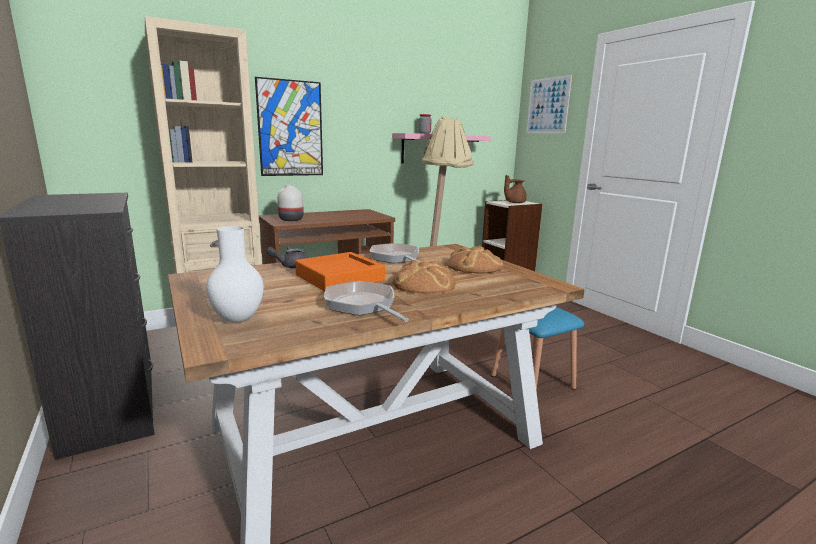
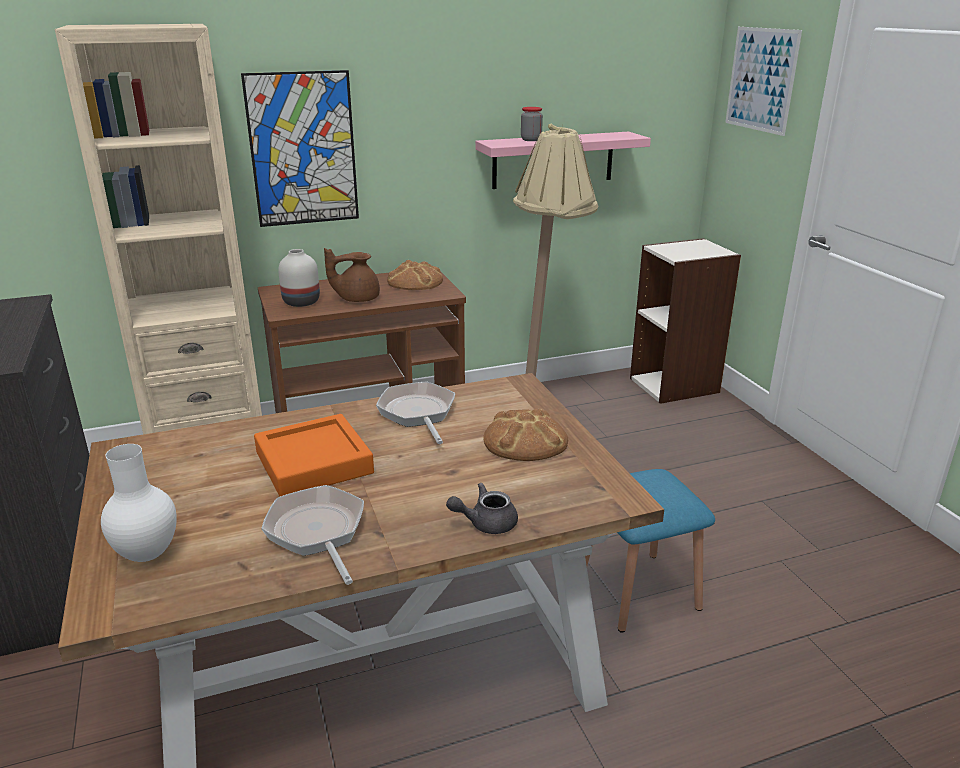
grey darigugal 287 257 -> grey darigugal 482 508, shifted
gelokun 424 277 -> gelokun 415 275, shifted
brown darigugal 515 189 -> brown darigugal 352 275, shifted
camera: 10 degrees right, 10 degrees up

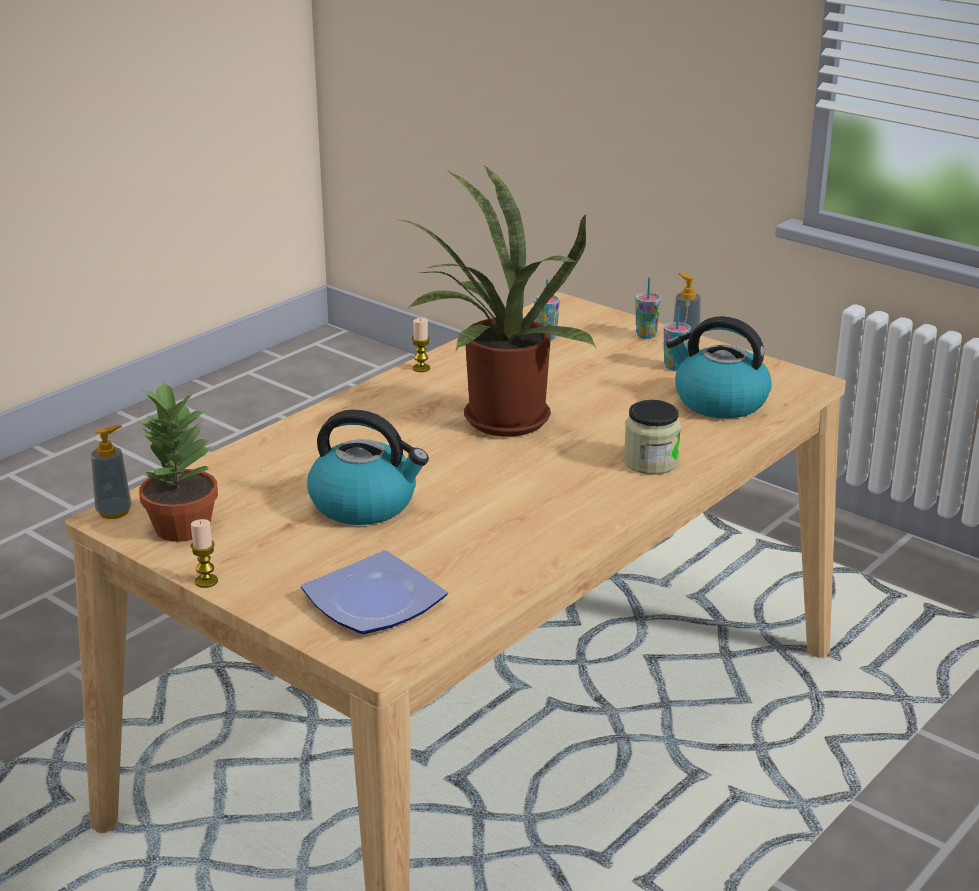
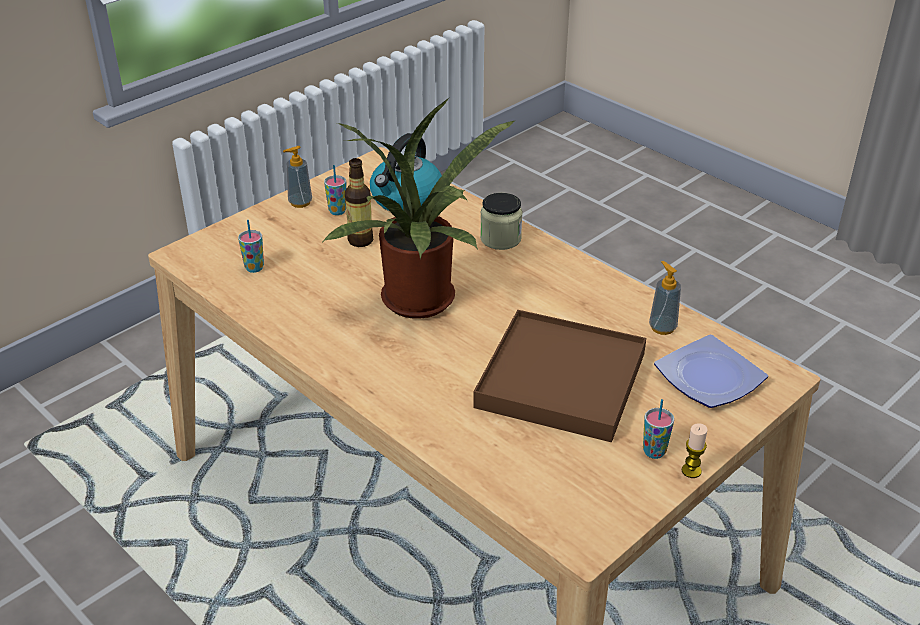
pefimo 177 461 -> none
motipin 421 345 -> none
none -> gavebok 359 202
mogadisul 111 472 -> mogadisul 665 298, shifted
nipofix 648 308 -> nipofix 658 429, shifted
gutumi 368 467 -> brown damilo 559 376
camera: 85 degrees left, 10 degrees up

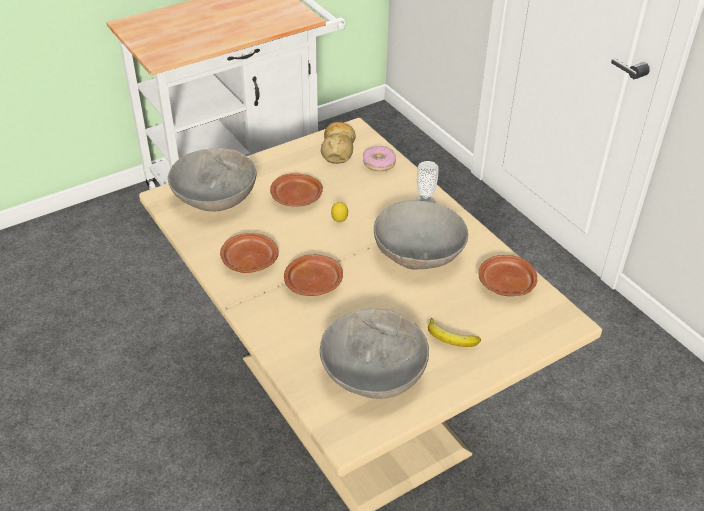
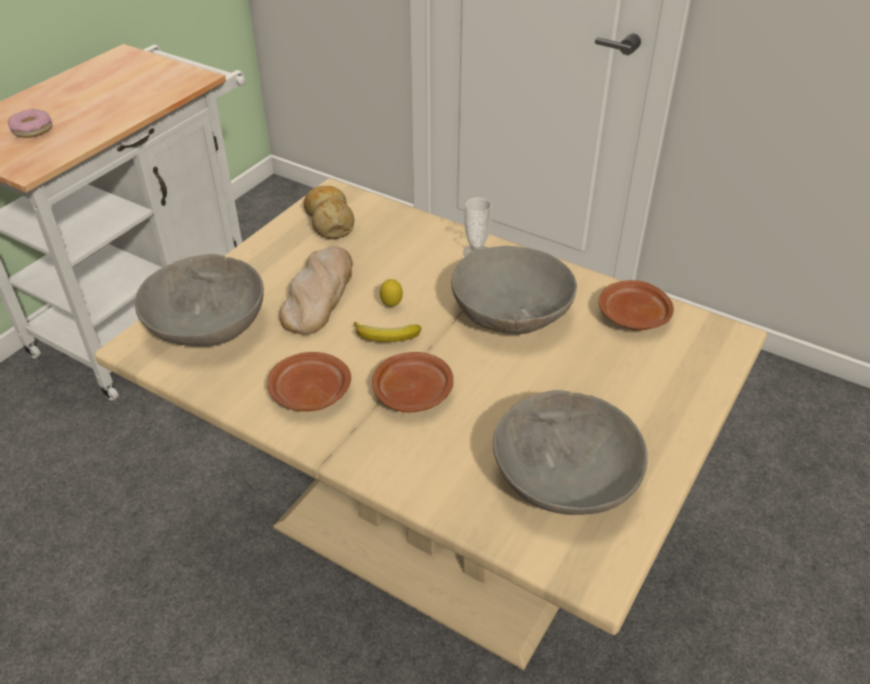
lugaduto 379 158 -> lugaduto 30 123, shifted
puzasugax 454 332 -> puzasugax 387 332, shifted
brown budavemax 296 190 -> gelokun 316 290
camera: 25 degrees left, 0 degrees up

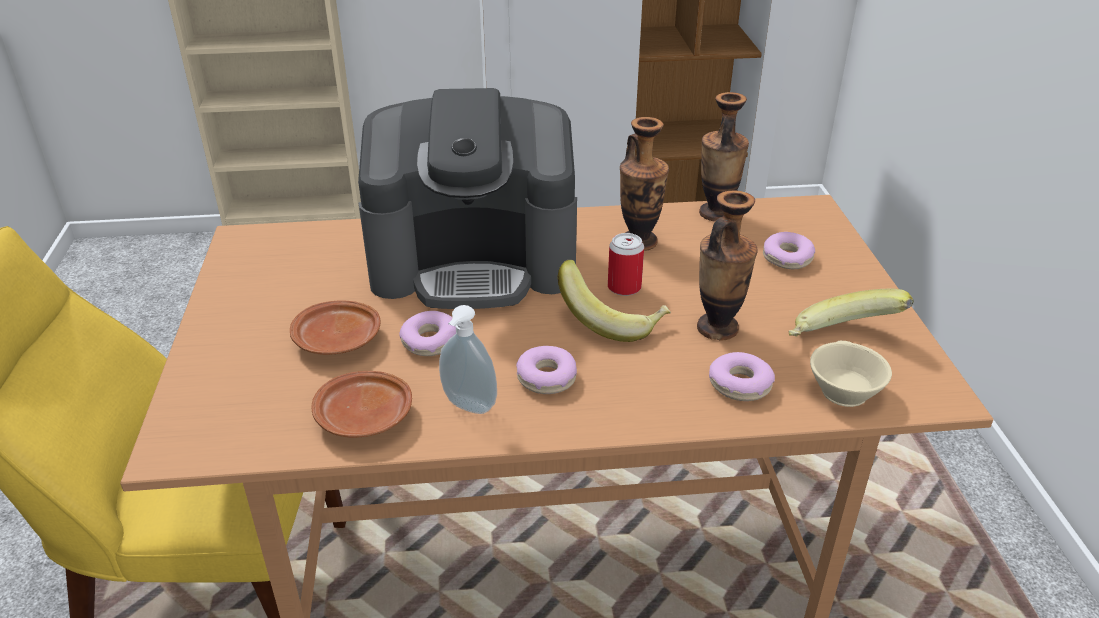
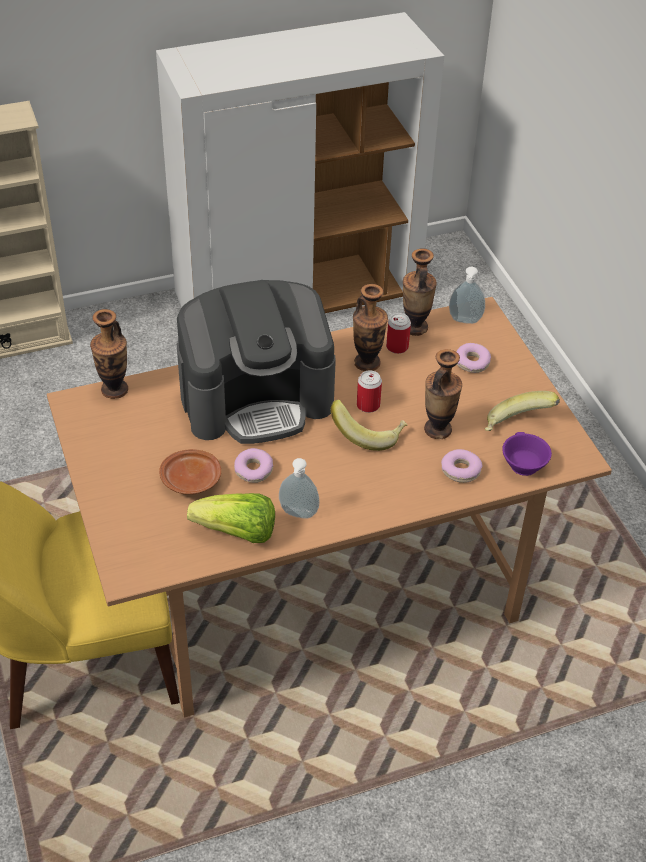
lugaduto 546 370 -> none
none -> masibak 109 354
none -> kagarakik 398 333
none -> mogadisul 467 295
brown budavemax 362 404 -> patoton 231 518
beige nipofix 851 374 -> purple nipofix 527 454
camera: 15 degrees left, 10 degrees up

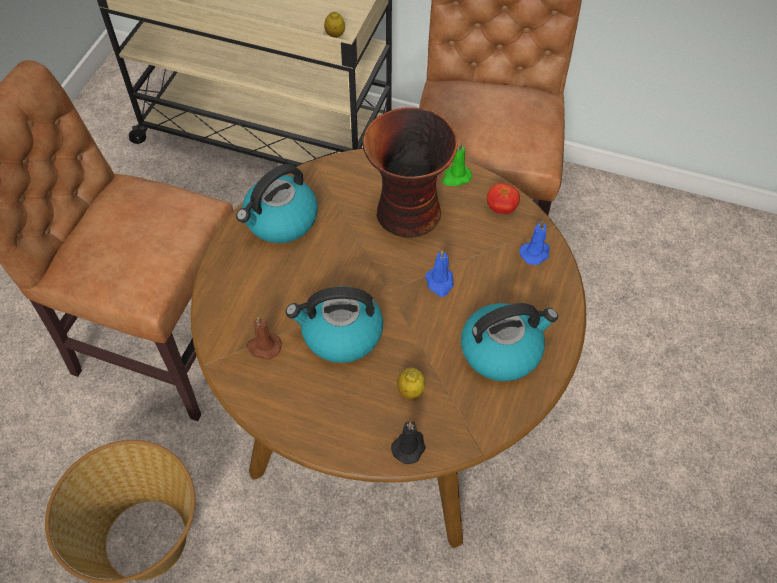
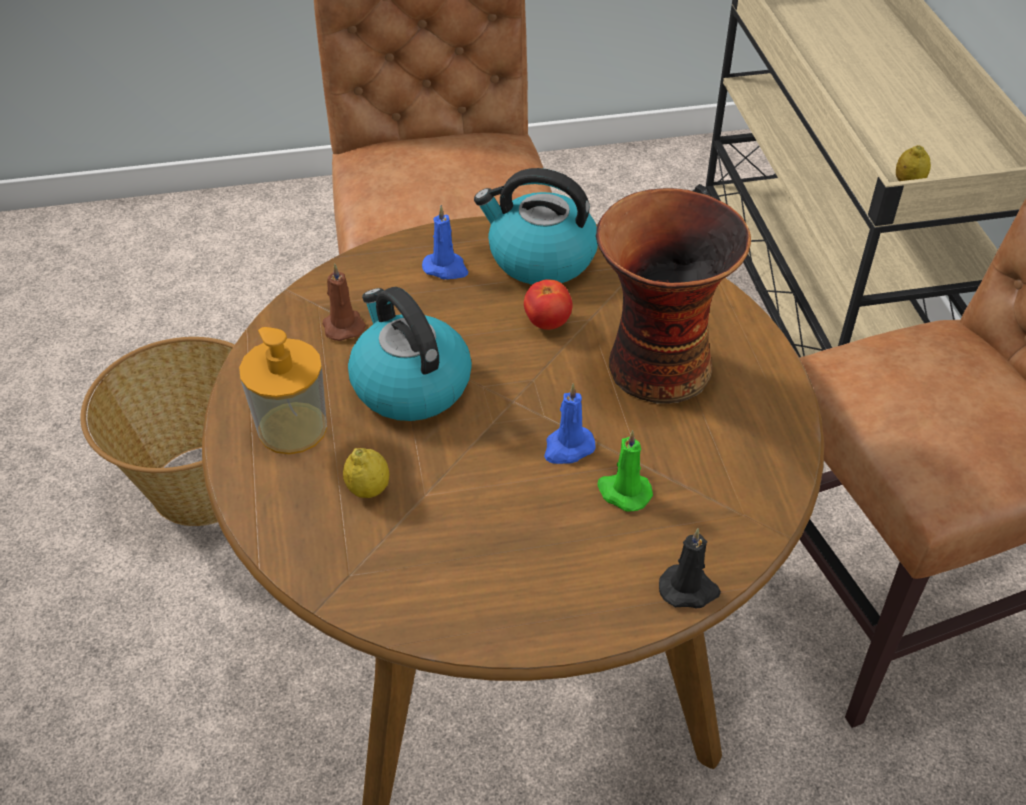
gutumi 509 342 -> none
none -> mogadisul 283 390
black motipin 408 442 -> black motipin 690 568, shifted
green motipin 457 164 -> green motipin 625 471, shifted
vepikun 503 198 -> vepikun 548 304, shifted
blue motipin 535 242 -> blue motipin 445 242, shifted
camera: 60 degrees right, 10 degrees down

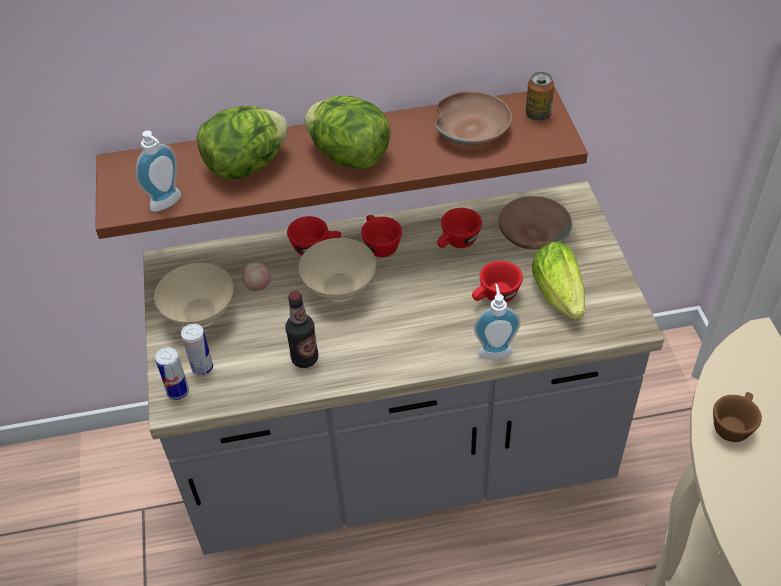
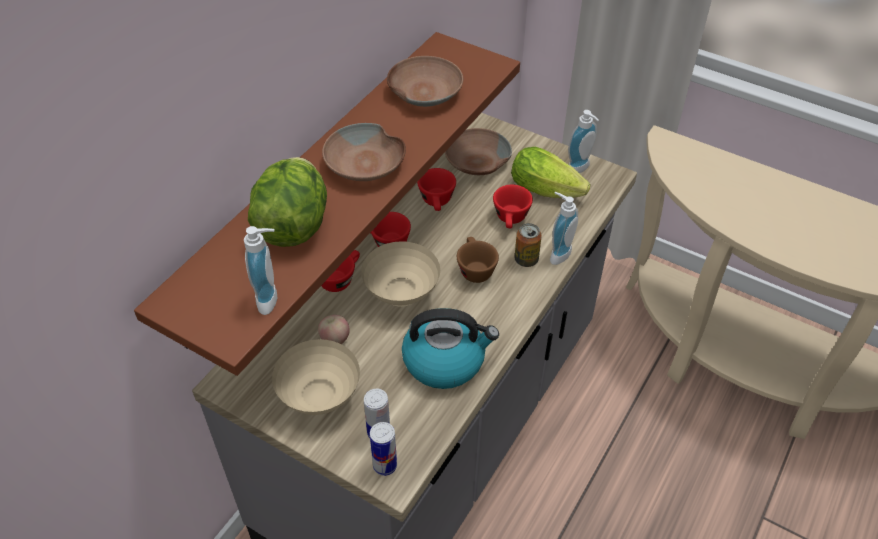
none -> mogadisul 583 141
kagarakik 540 96 -> kagarakik 528 245, shifted
brown nipofix 737 417 -> brown nipofix 478 260, shifted
gavebok 301 329 -> gutumi 450 348
patoton 347 133 -> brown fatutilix 364 152
camera: 50 degrees left, 0 degrees up

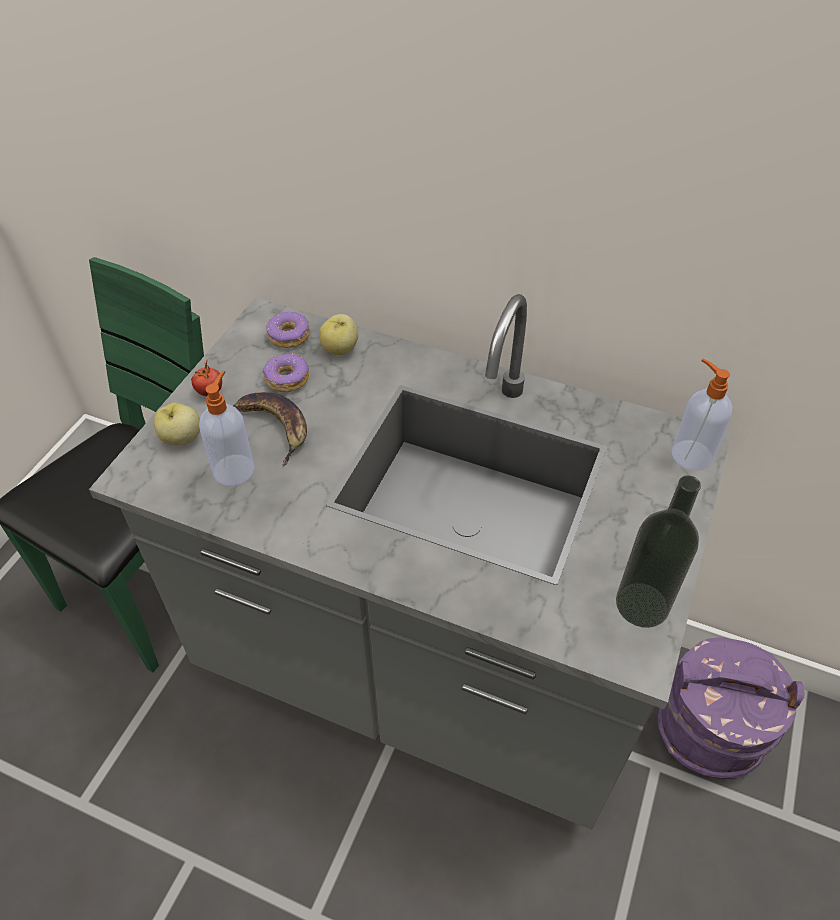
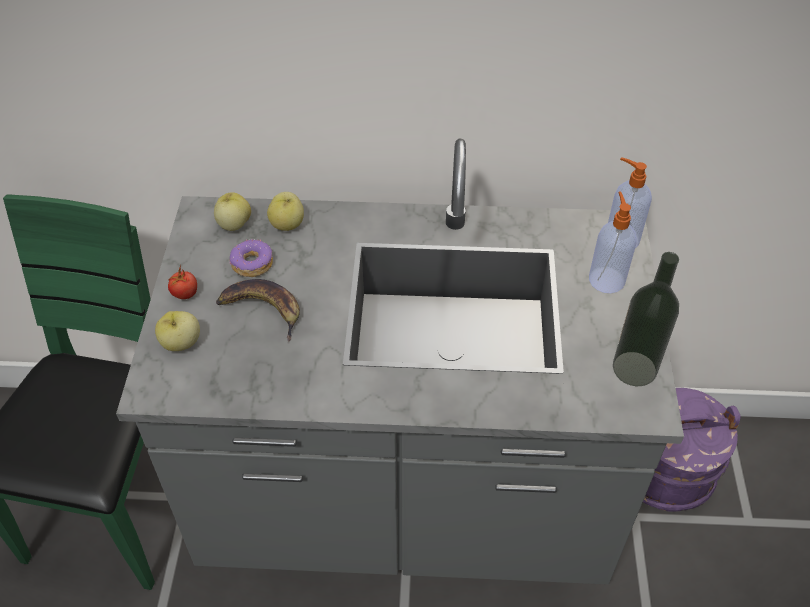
mogadisul 227 428 -> mogadisul 613 242, shifted
lugaduto 288 330 -> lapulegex 232 211
camera: 20 degrees left, 0 degrees up

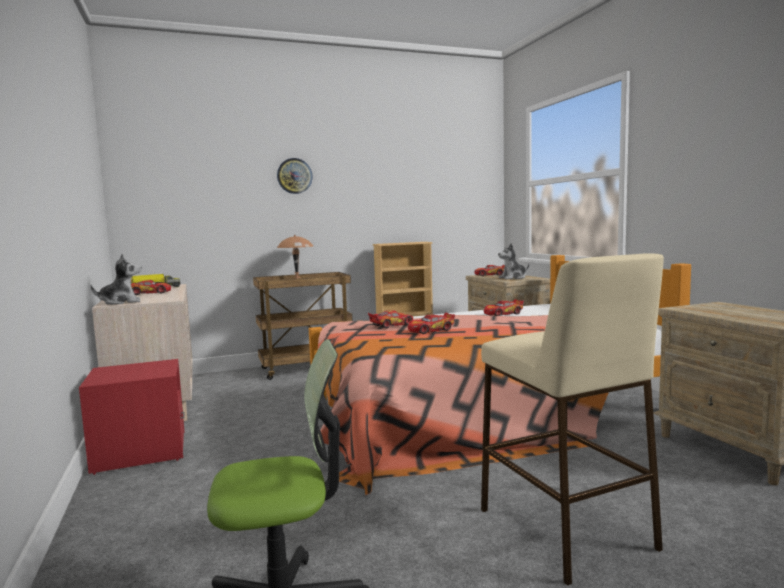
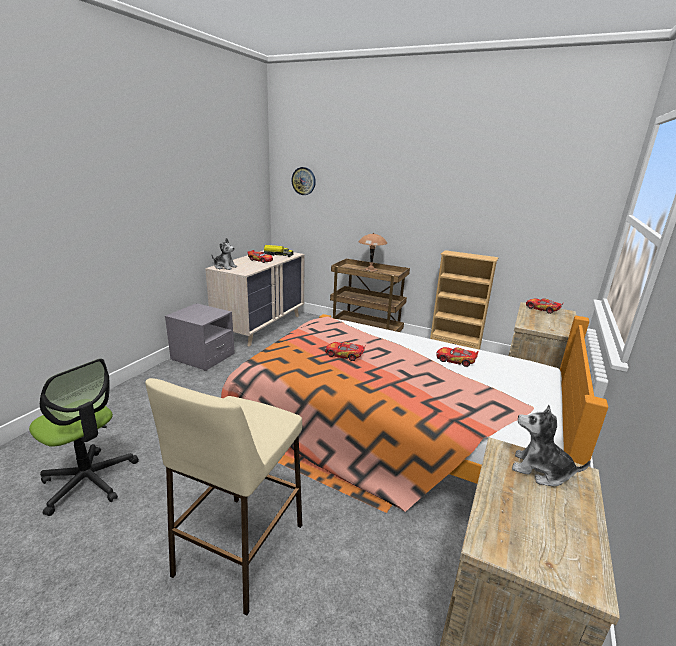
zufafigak 390 319 -> none
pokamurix 294 176 -> pokamurix 303 181, shifted
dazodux 514 261 -> dazodux 551 445, shifted
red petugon 132 417 -> grey petugon 200 337
camera: 45 degrees right, 15 degrees up

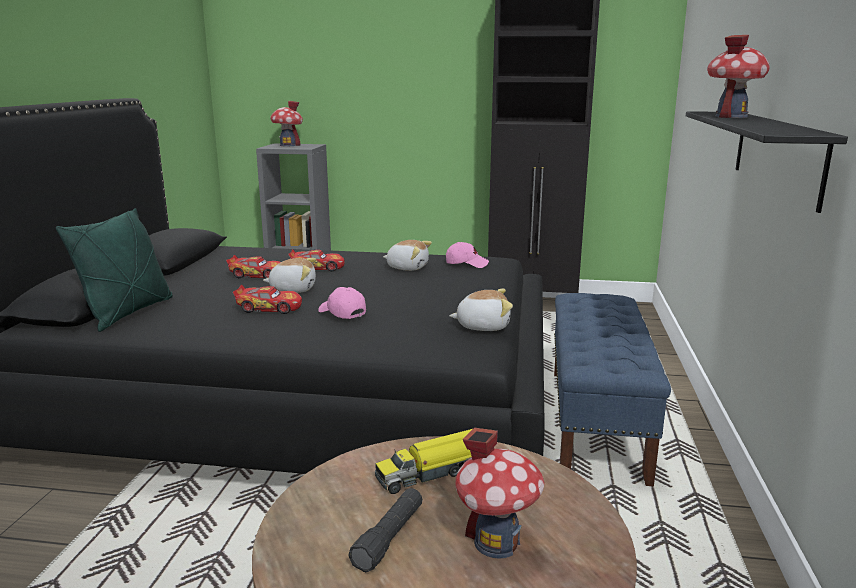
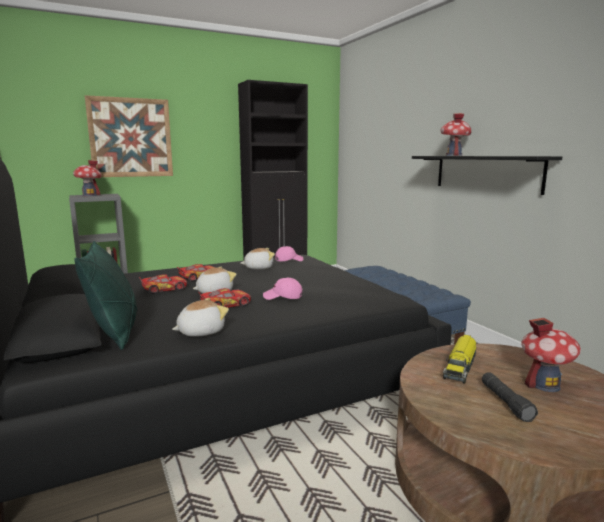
none -> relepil 129 136
dazodux 481 310 -> dazodux 200 317, shifted
camera: 35 degrees left, 5 degrees down

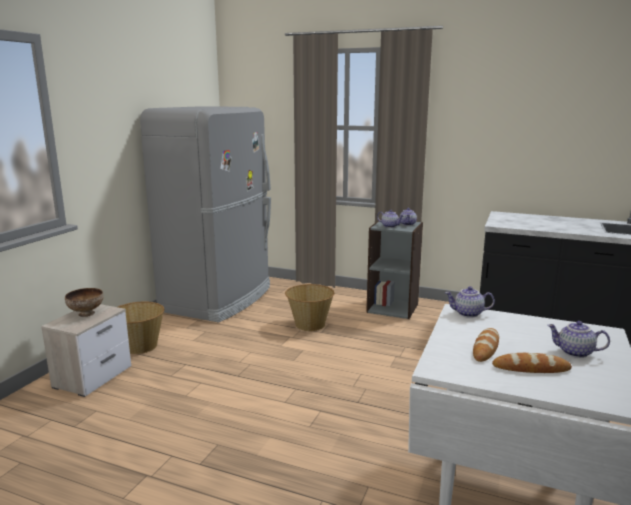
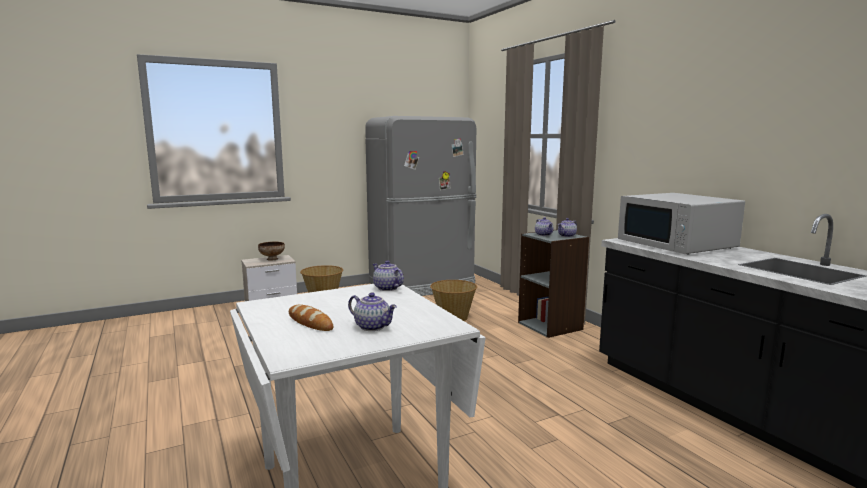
gelokun 486 345 -> none
none -> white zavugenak 681 224
darigugal 578 339 -> darigugal 372 312, 150 degrees clockwise
camera: 40 degrees right, 5 degrees down

